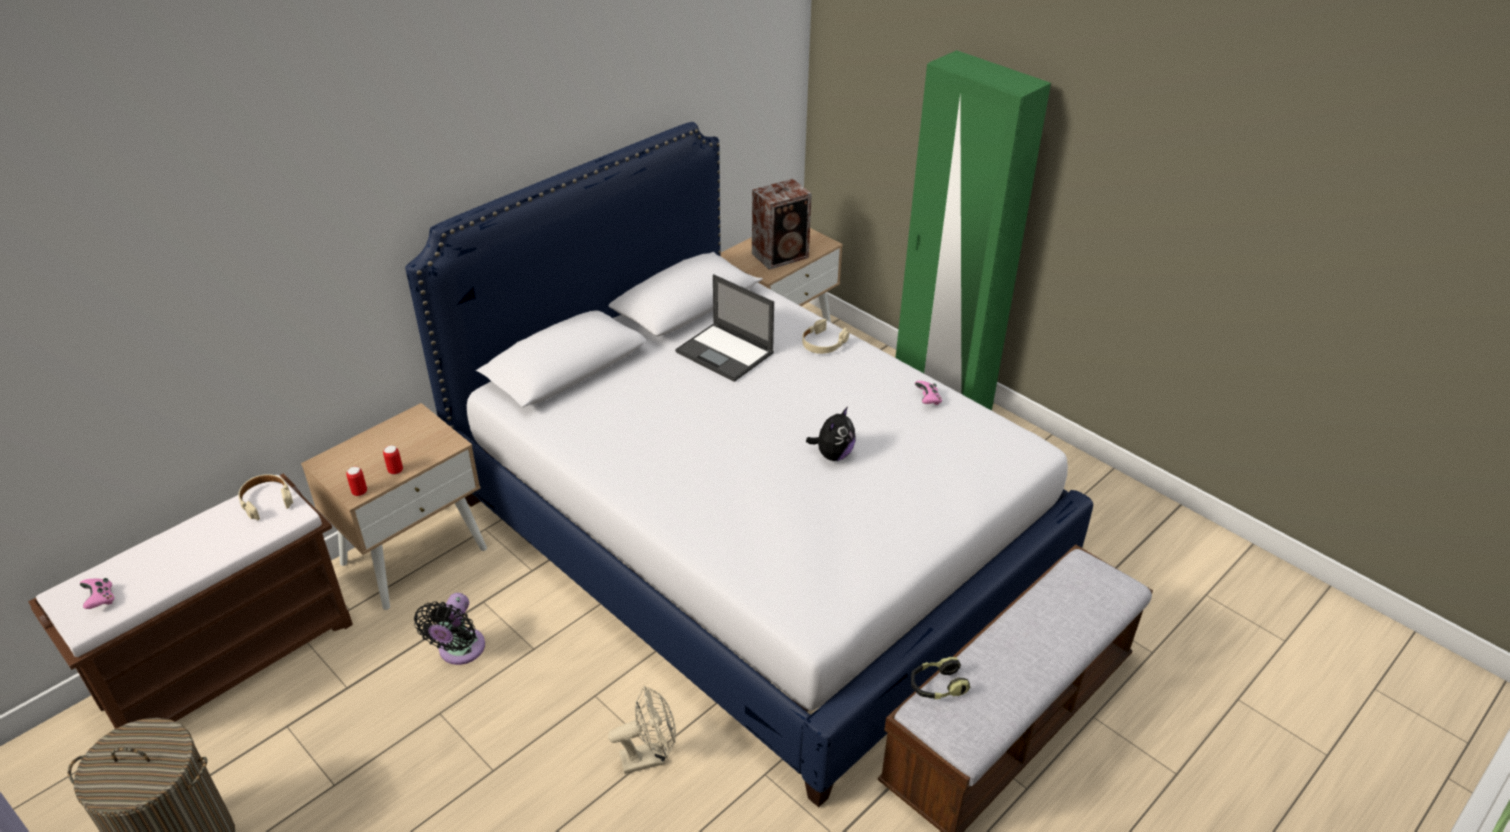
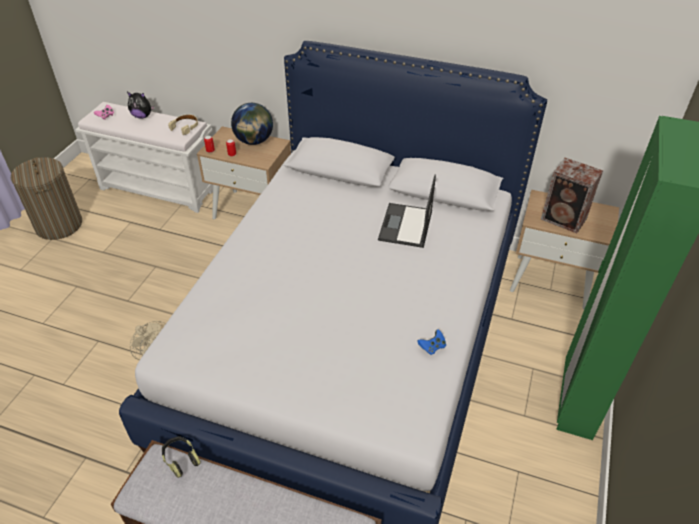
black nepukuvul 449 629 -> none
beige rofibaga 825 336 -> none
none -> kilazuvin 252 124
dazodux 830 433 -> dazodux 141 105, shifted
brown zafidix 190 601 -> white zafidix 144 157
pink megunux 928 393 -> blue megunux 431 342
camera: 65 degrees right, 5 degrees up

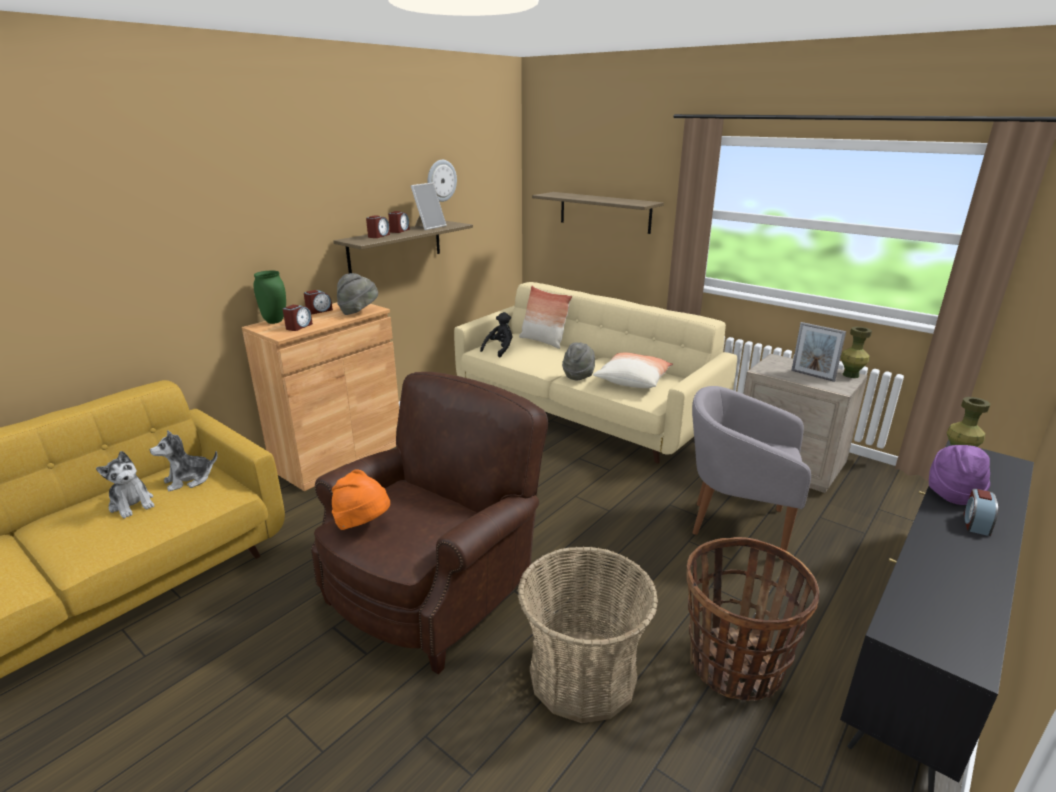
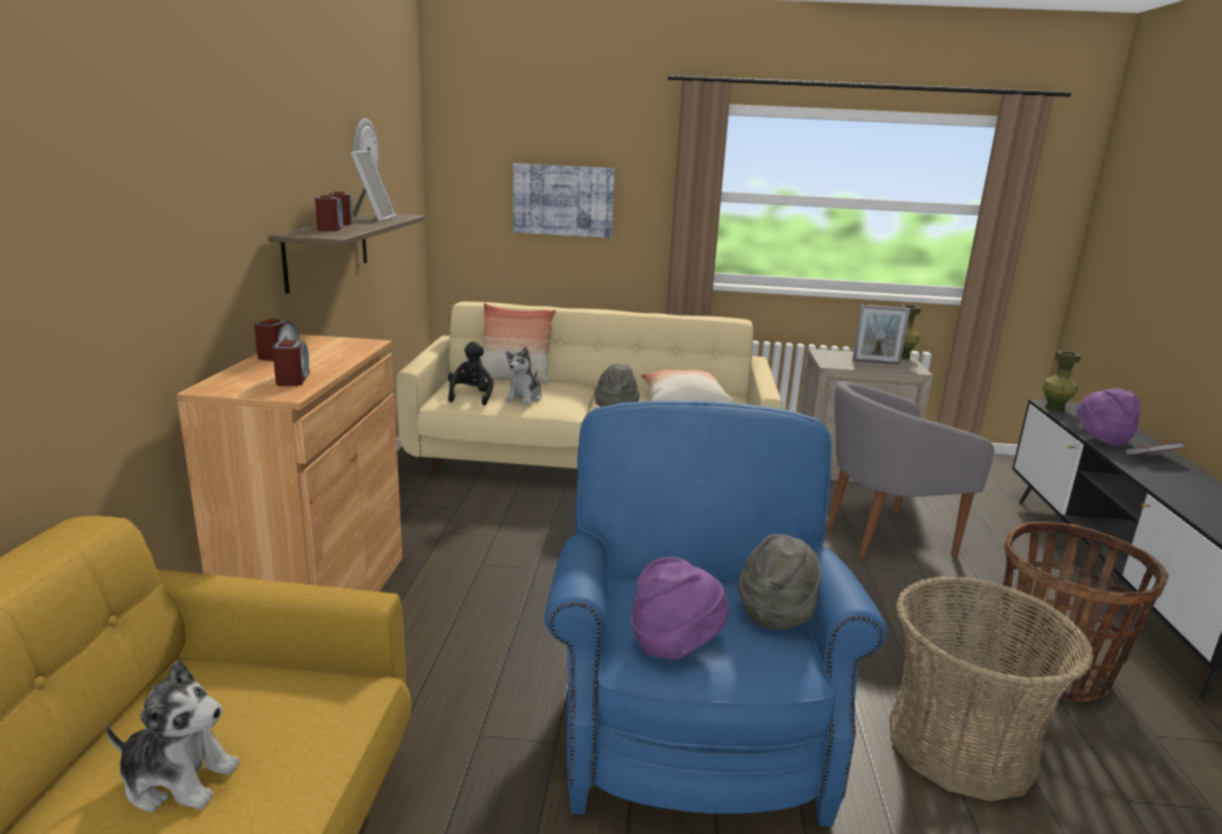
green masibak 269 297 -> none
dazodux 183 460 -> dazodux 523 376, shifted
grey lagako 357 294 -> grey lagako 779 582, shifted
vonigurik 598 213 -> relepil 564 200
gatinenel 981 512 -> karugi 1155 448
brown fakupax 429 523 -> blue fakupax 715 613
orange lagako 361 499 -> purple lagako 680 608
camera: 35 degrees left, 5 degrees down

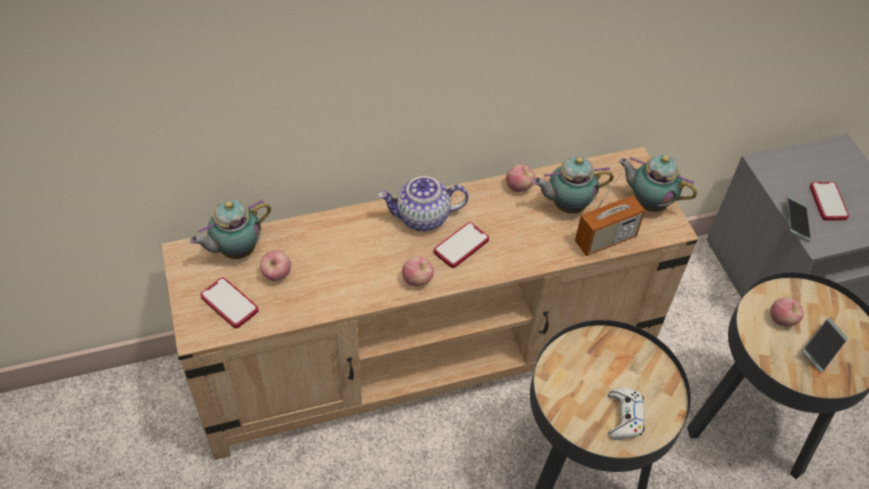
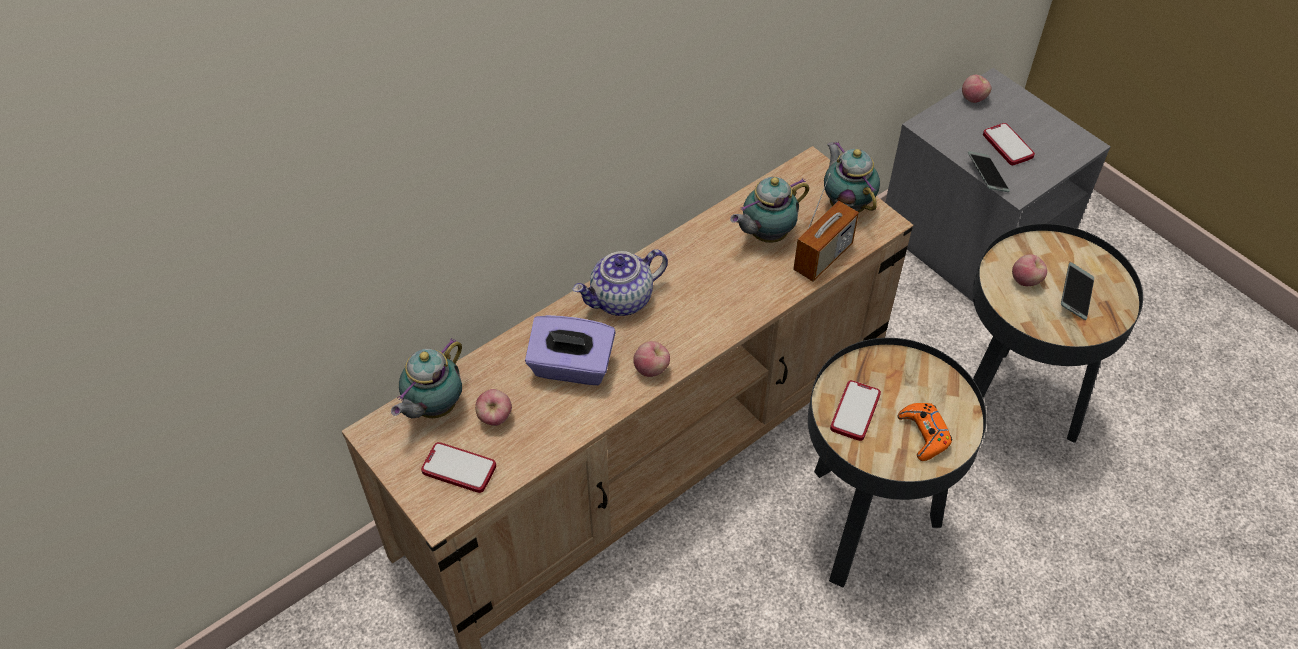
none -> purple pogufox 570 350
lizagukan 461 245 -> lizagukan 855 410, shifted
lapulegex 520 178 -> lapulegex 977 89, shifted
white megunux 626 413 -> orange megunux 925 432
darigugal 658 183 -> darigugal 852 176, 60 degrees clockwise
camera: 20 degrees left, 0 degrees up

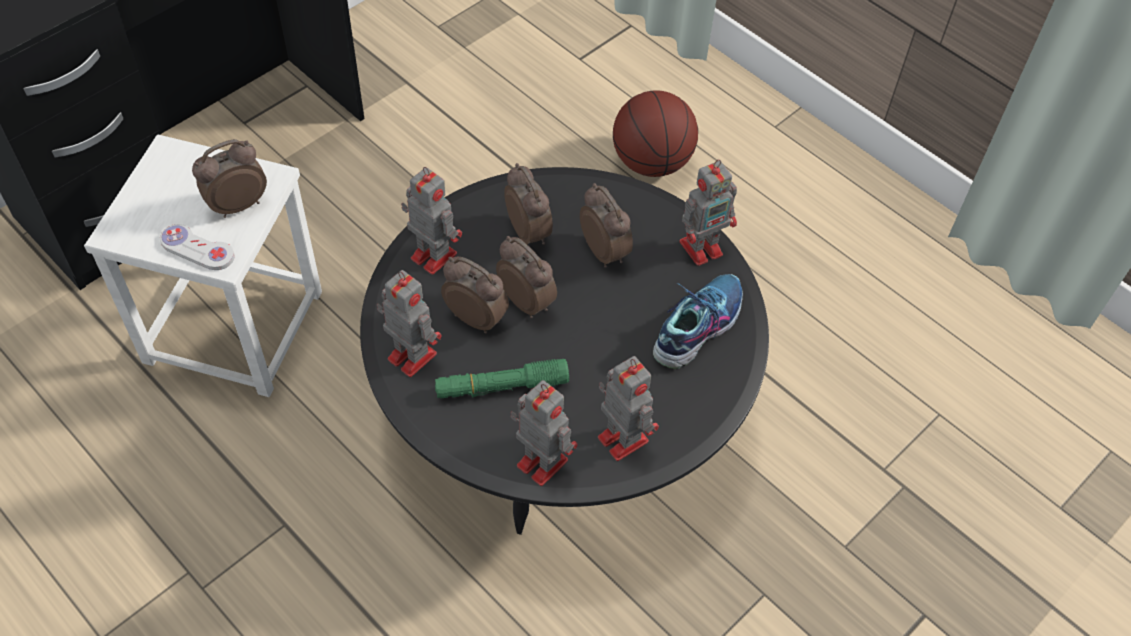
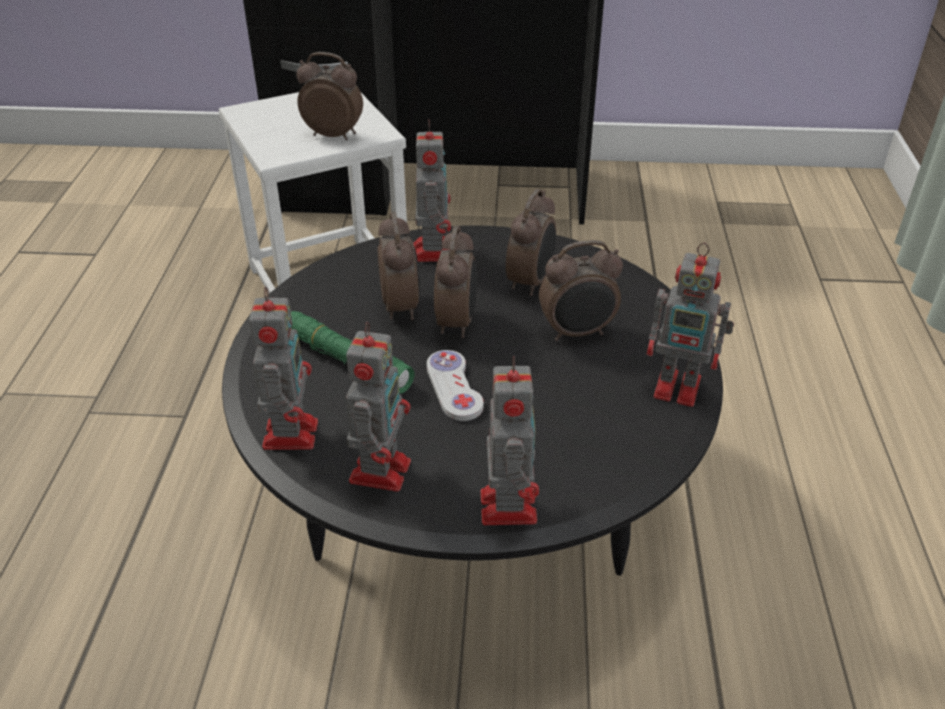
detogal 655 133 -> none
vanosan 698 321 -> none
white megunux 197 247 -> white megunux 455 385, shifted
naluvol 409 323 -> naluvol 509 440, shifted
gatinenel 606 225 -> gatinenel 581 290, 60 degrees clockwise
camera: 50 degrees right, 15 degrees down

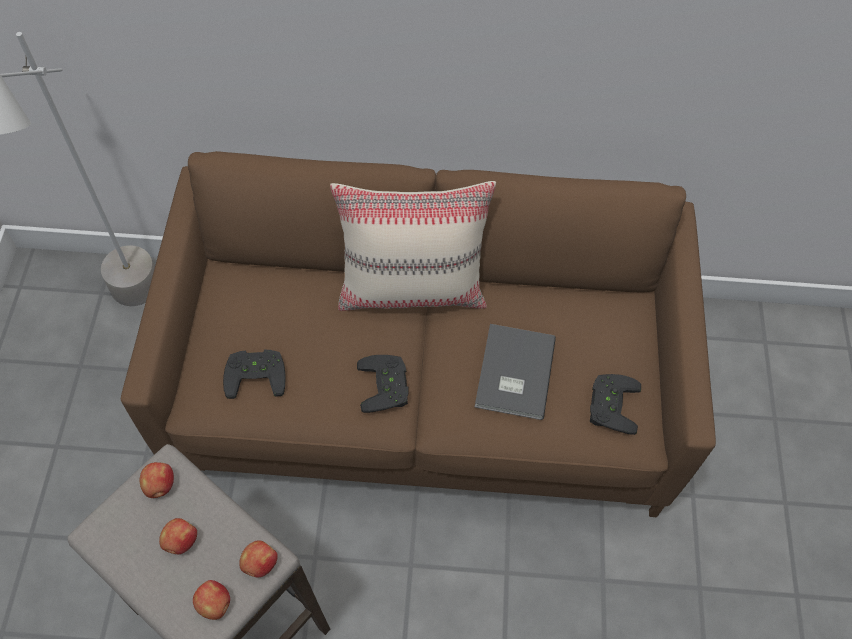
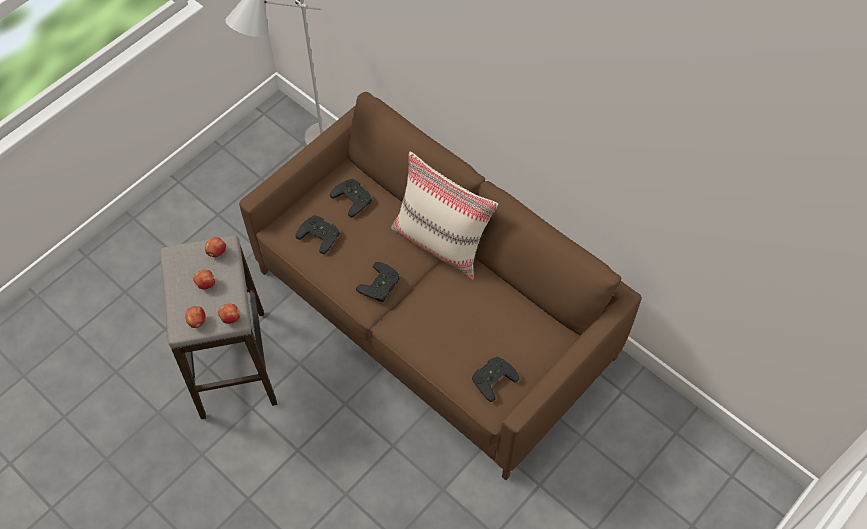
grey karugi 515 372 -> none
none -> black megunux 351 198
camera: 40 degrees right, 0 degrees up

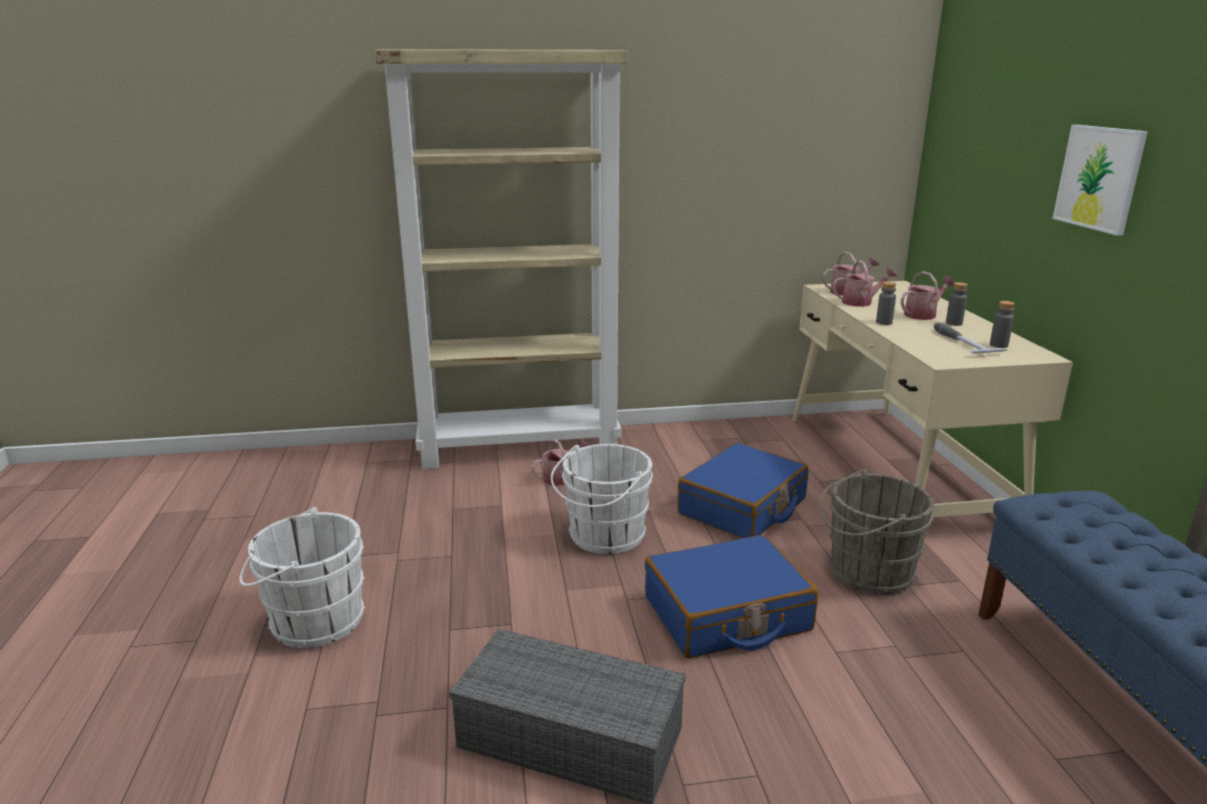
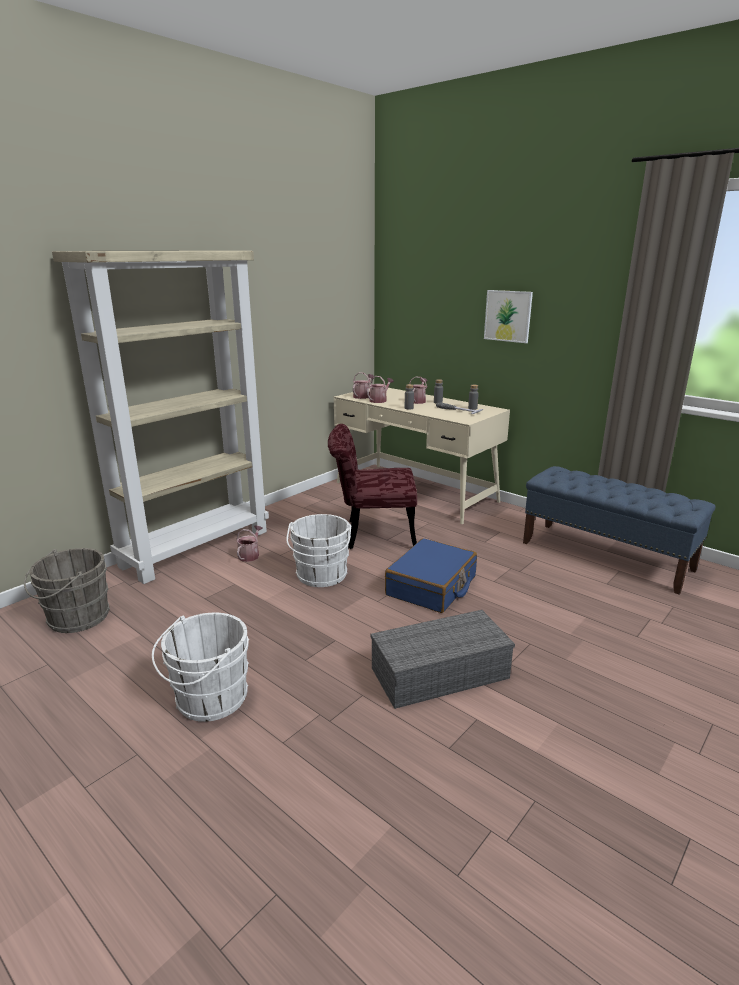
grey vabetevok 876 532 -> grey vabetevok 67 590, shifted
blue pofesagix 742 490 -> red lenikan 372 486
camera: 40 degrees left, 0 degrees up

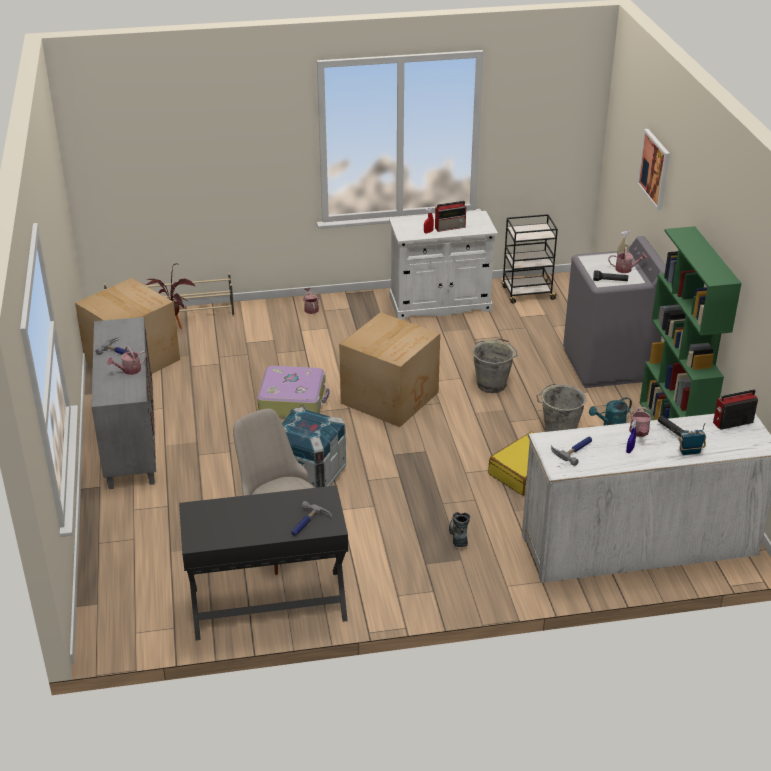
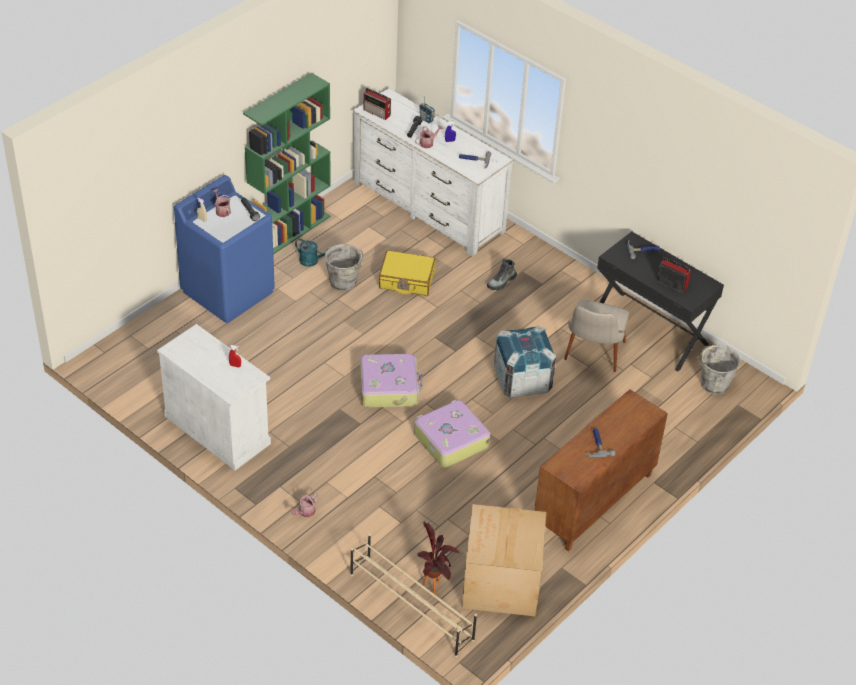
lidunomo 127 360 -> none
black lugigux 529 259 -> none
relepil 653 169 -> none
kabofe 450 216 -> kabofe 674 274, shifted
grey vabetevok 494 365 -> grey vabetevok 718 369, shifted
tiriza 389 369 -> pofesagix 391 381
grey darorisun 123 403 -> brown darorisun 601 470
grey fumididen 614 312 -> blue fumididen 224 249
camera: 130 degrees left, 10 degrees up

